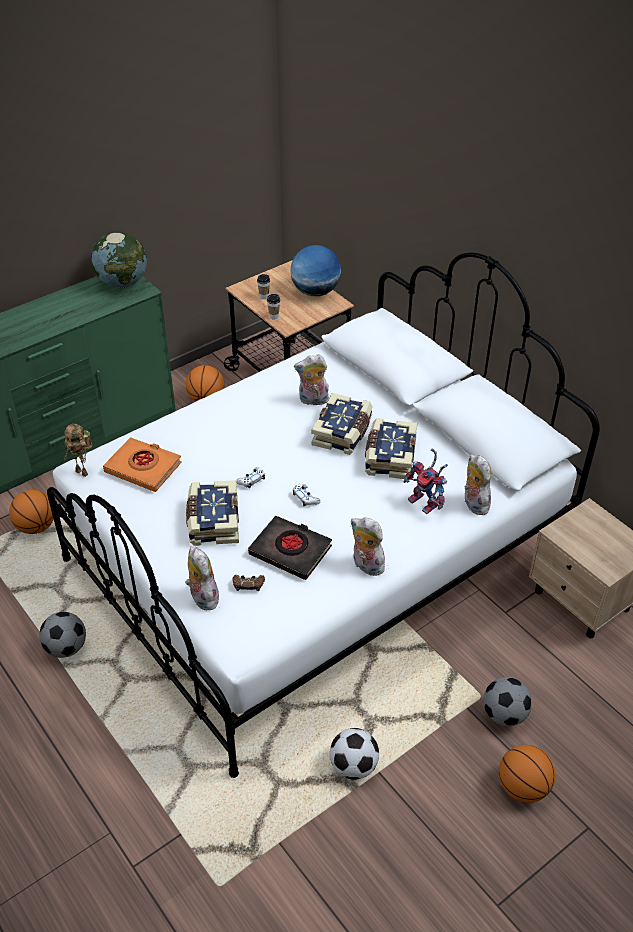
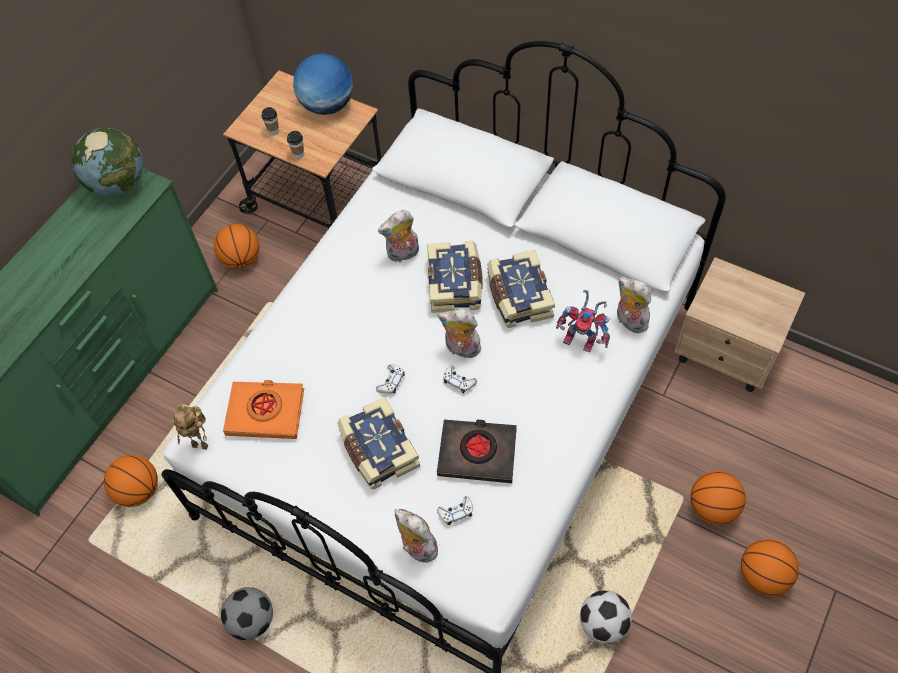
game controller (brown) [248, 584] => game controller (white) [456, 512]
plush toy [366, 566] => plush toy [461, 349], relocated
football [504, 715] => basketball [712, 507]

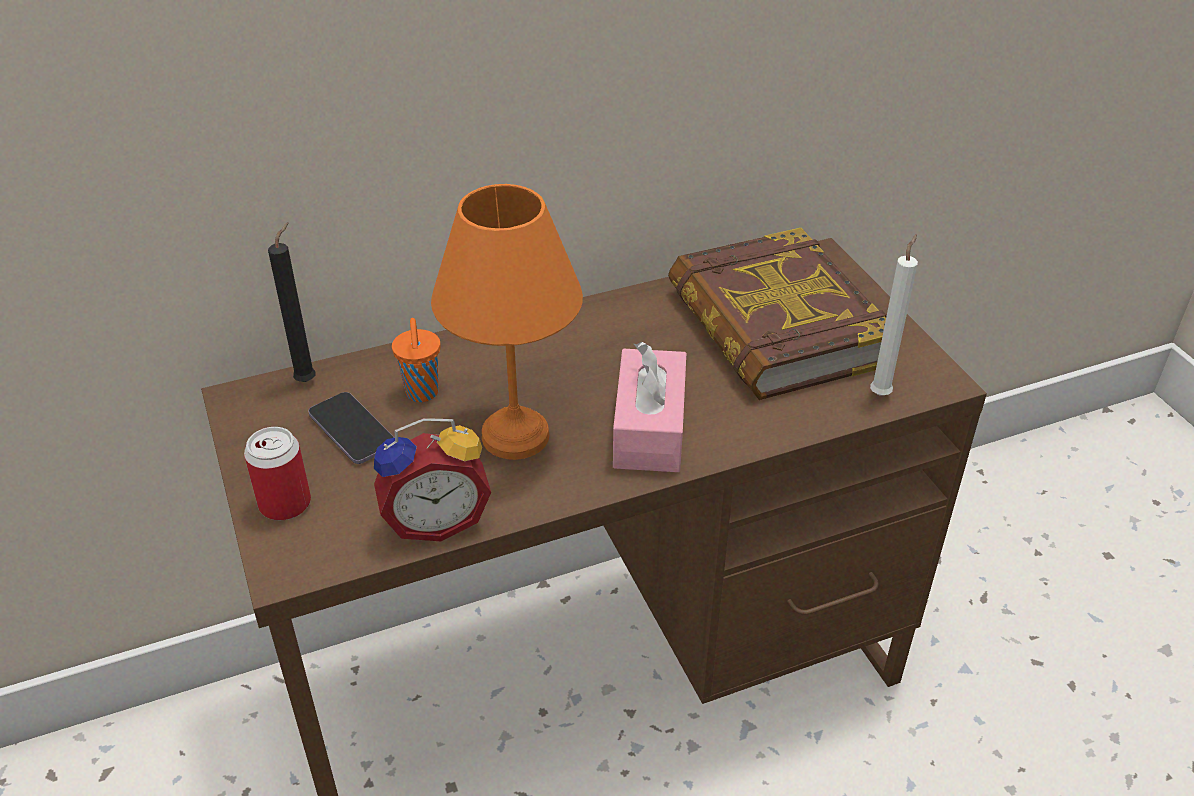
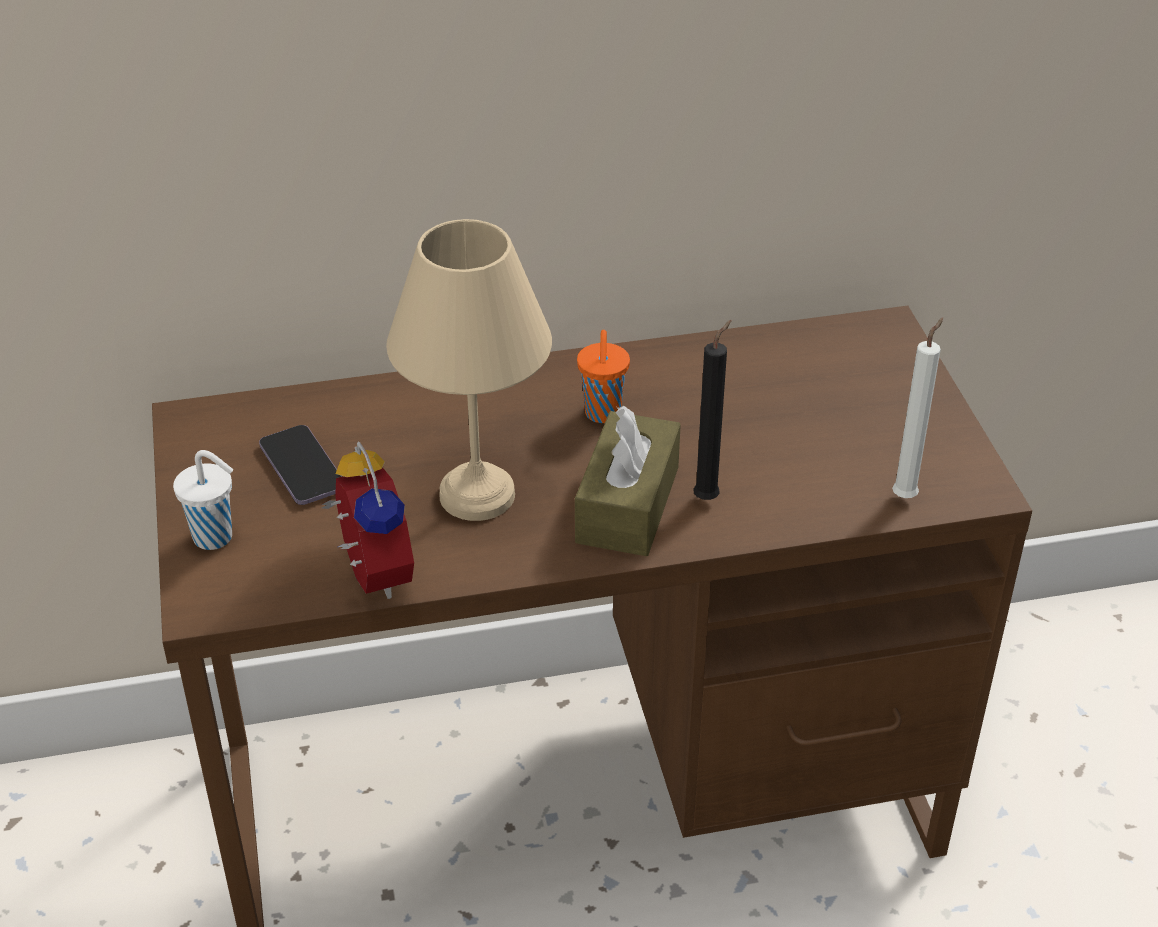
can [285, 504] => cup (white) [215, 538]
alarm clock [435, 520] => alarm clock [369, 574], 105 degrees counterclockwise
table lamp (orange) [512, 437] => table lamp (beige) [473, 496]
tissue box (pink) [649, 428] => tissue box (brown) [627, 504]
cup (orange) [422, 394] => cup (orange) [602, 414], relocated
candle (black) [308, 380] => candle (black) [709, 497], relocated
book [774, 327] => nothing

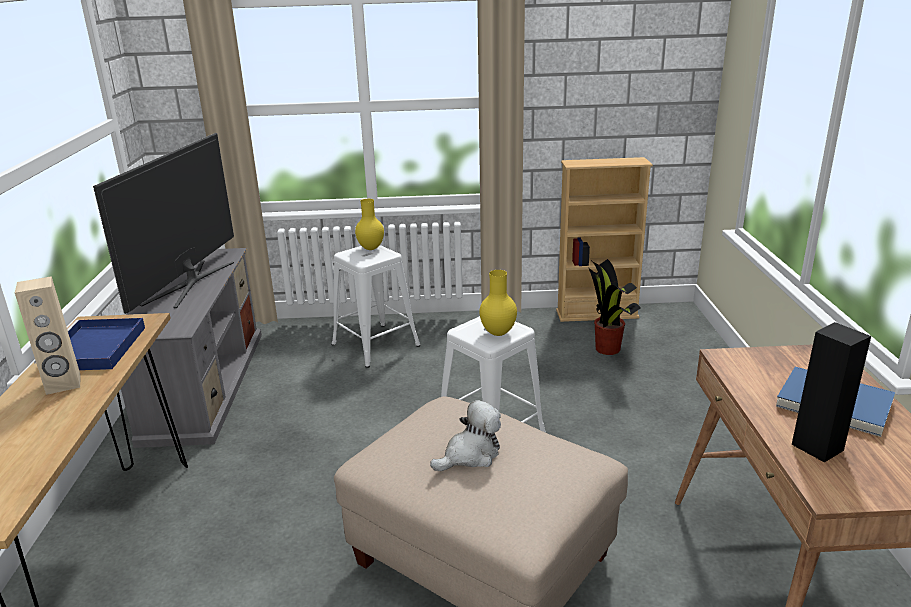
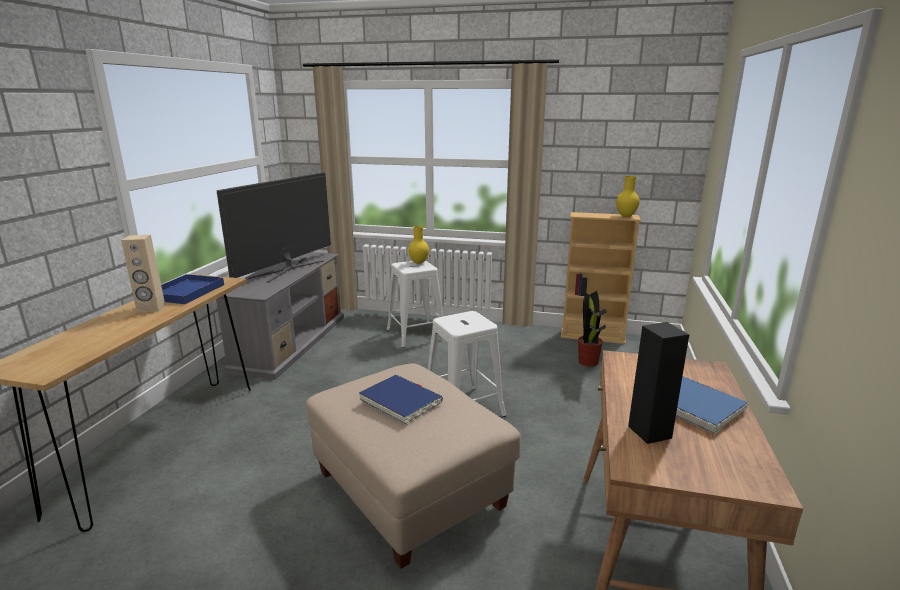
plush toy [470, 455] => book (blue) [400, 401]
vase (yellow) [498, 333] => vase (yellow) [626, 216], relocated

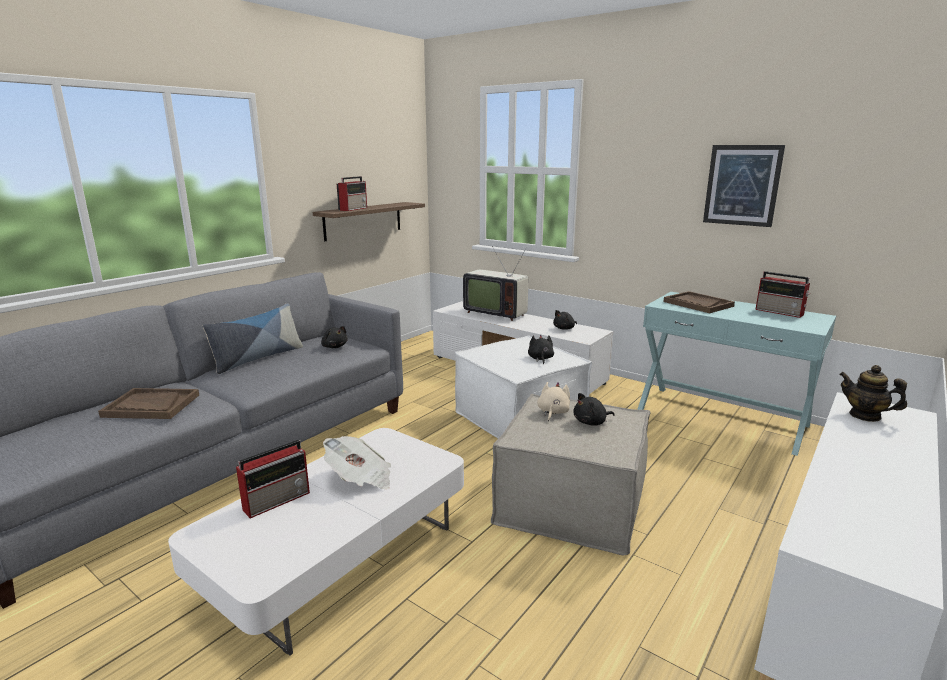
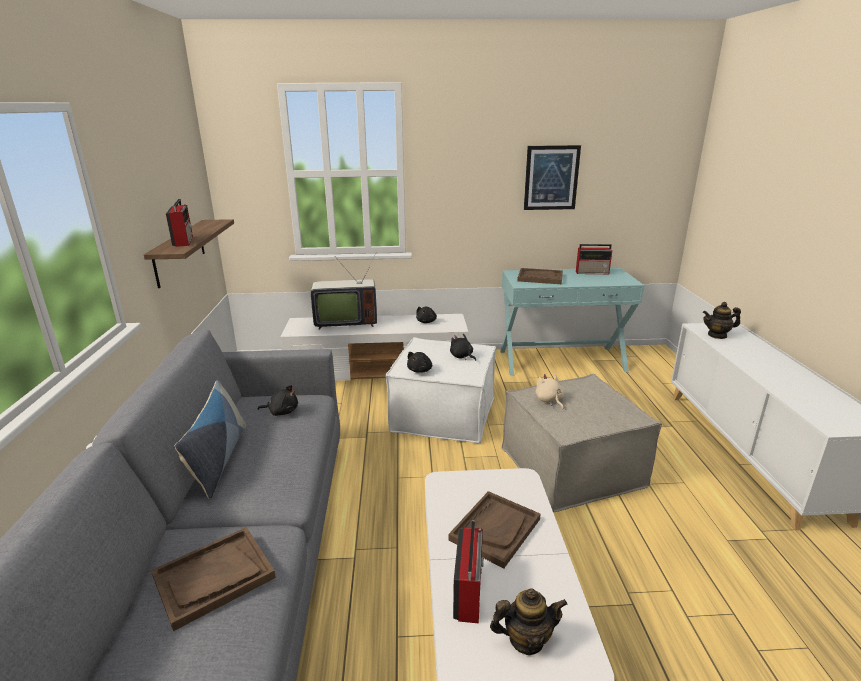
plush toy (black) [591, 422] => plush toy (black) [420, 370], relocated
newspaper [360, 478] => tray (brown) [495, 529]
nothing => teapot [526, 639]

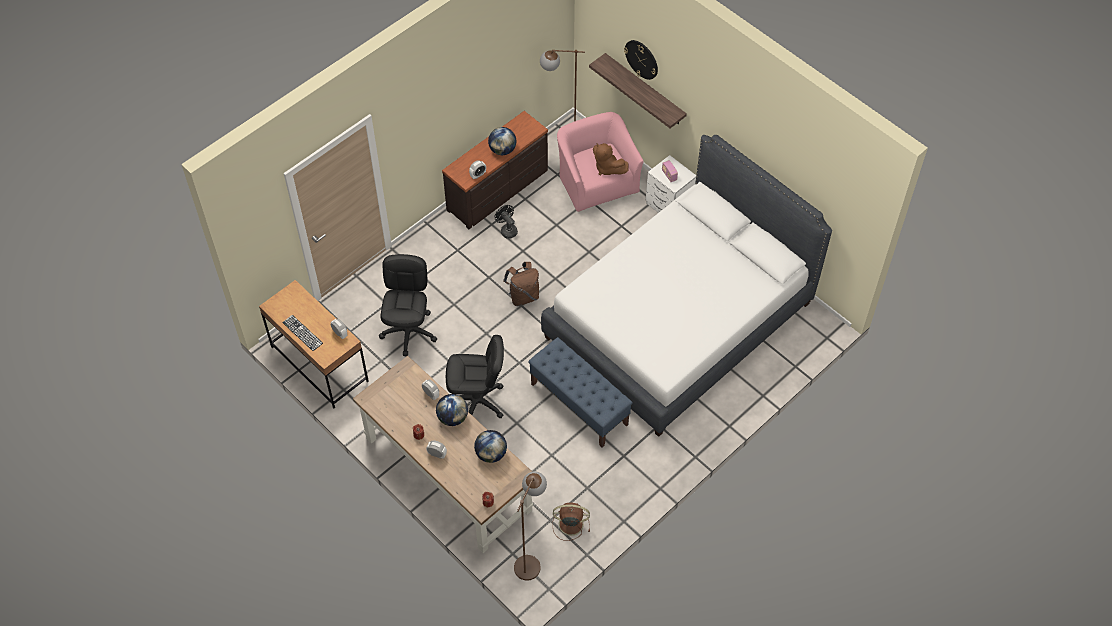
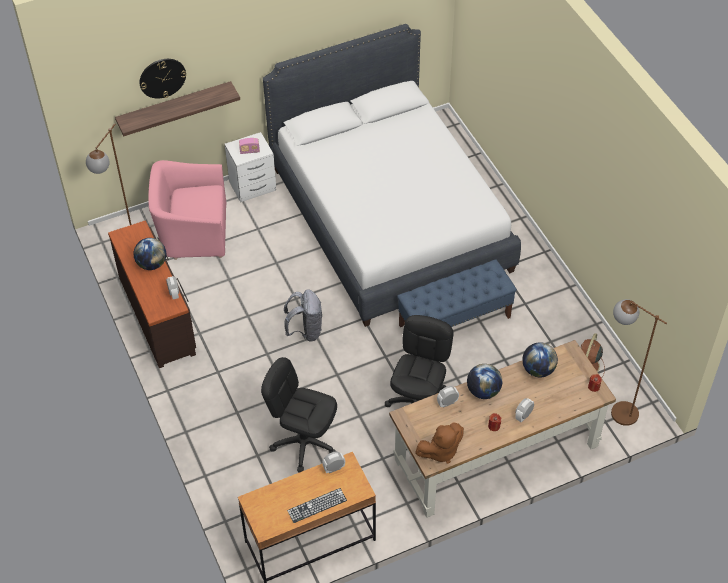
backpack (brown) [523, 296] => backpack (grey) [305, 331]
plush toy (brown) [607, 168] => plush toy (brown) [440, 451], relocated
fan (black) [507, 230] => nothing

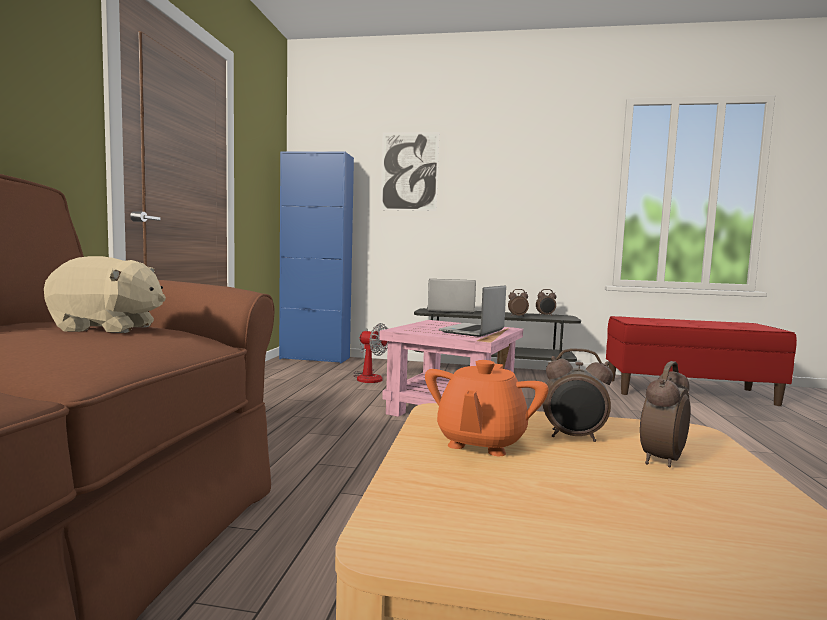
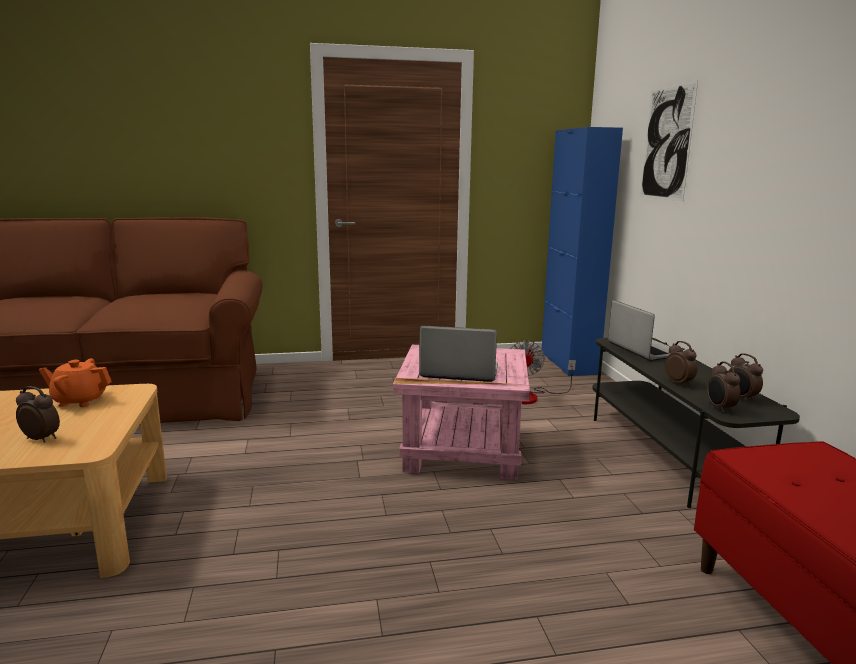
alarm clock [573, 437] => alarm clock [719, 408], relocated
plush toy (beige) [108, 328] => nothing

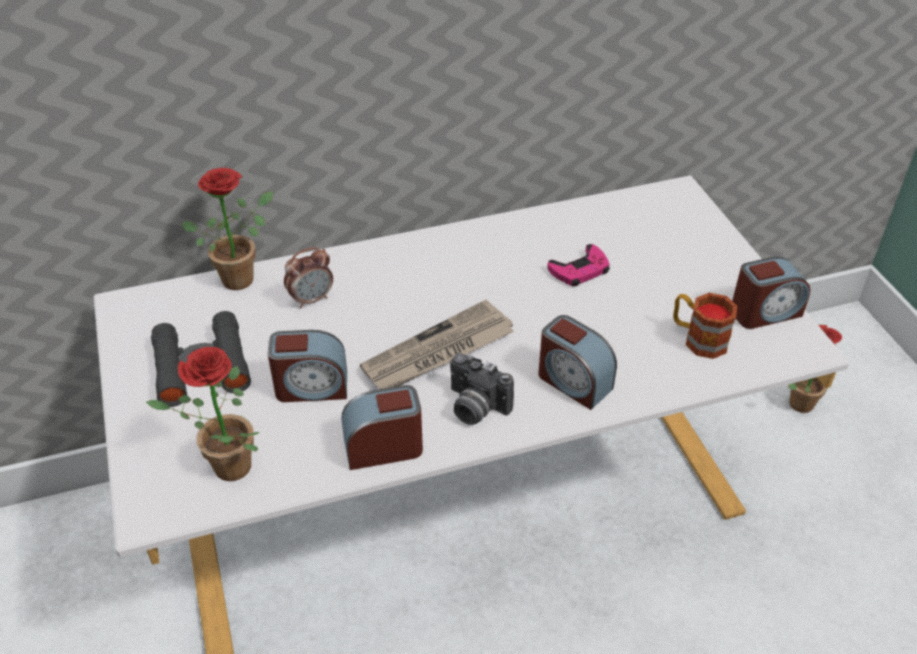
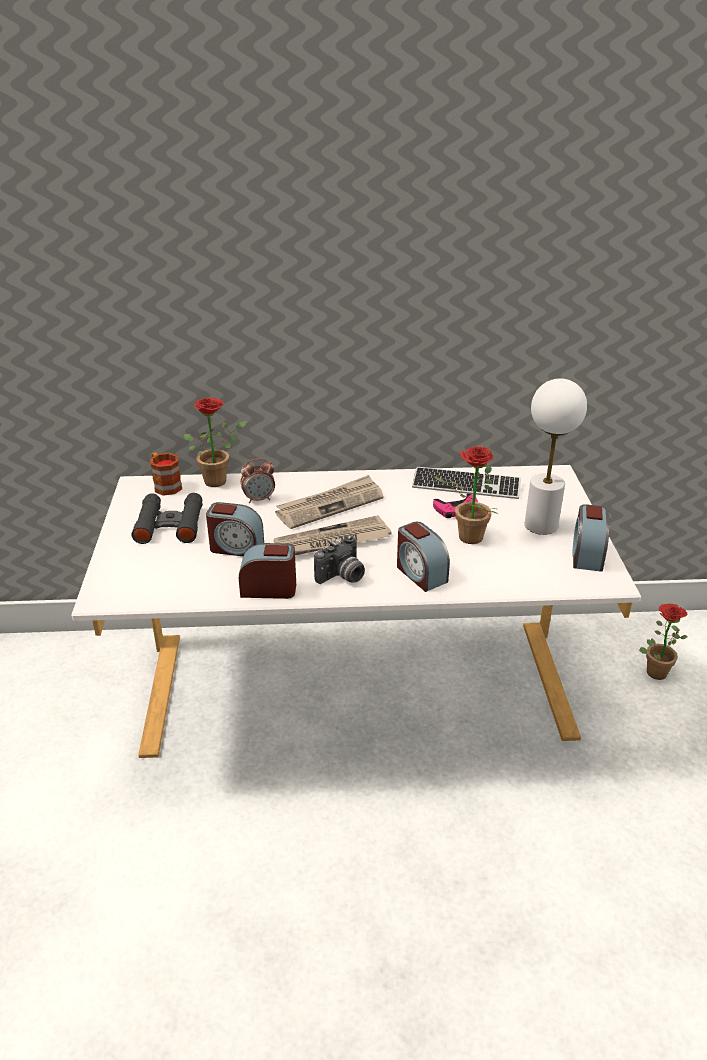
mug [698, 338] => mug [165, 485], relocated
nothing => newspaper [330, 505]
photo camera [474, 407] => photo camera [342, 577], 90 degrees counterclockwise
nothing => keyboard [466, 485]
potted plant [224, 469] => potted plant [465, 538], relocated
nothing => table lamp (white) [541, 525]
alarm clock [764, 312] => alarm clock [587, 555], 105 degrees clockwise

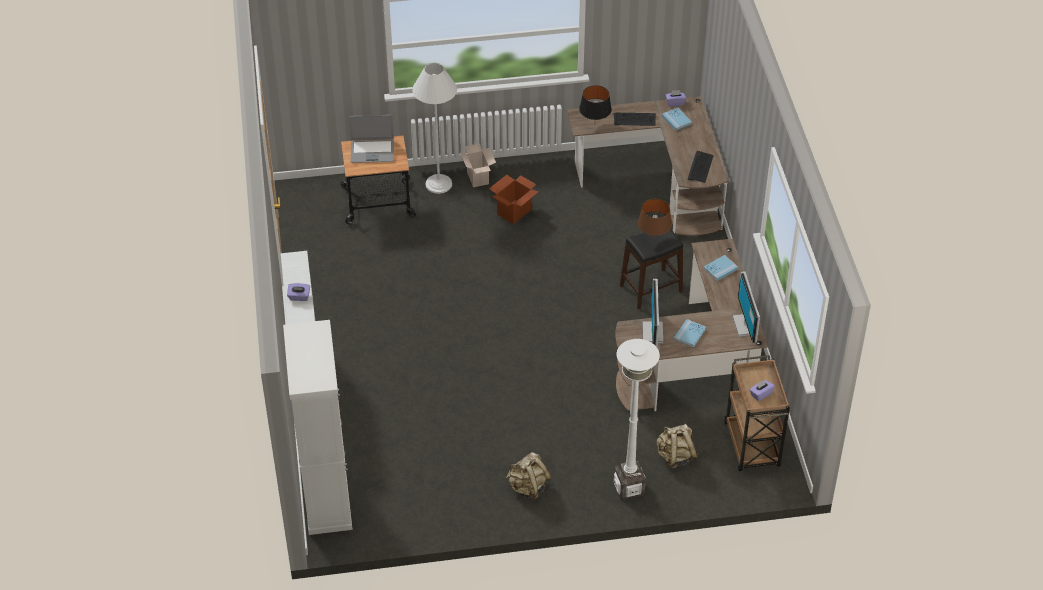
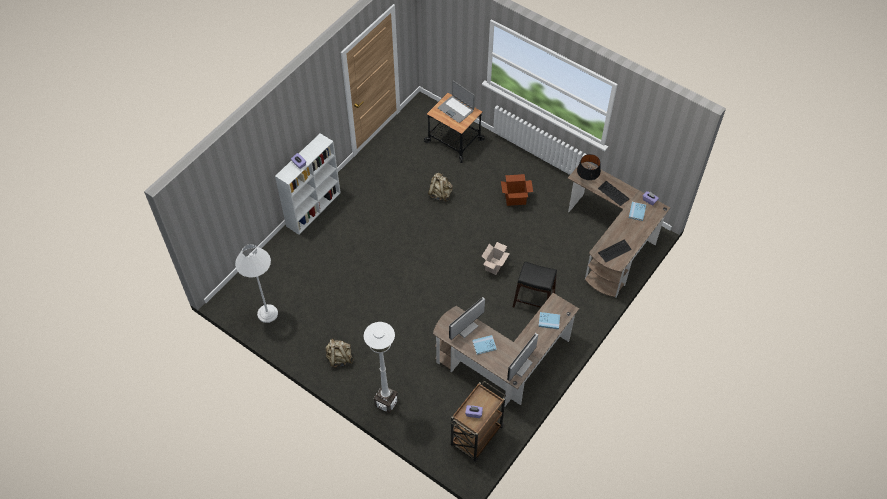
floor lamp (white) [438, 184] => floor lamp (white) [267, 313], relocated
backpack (beige) [675, 457] => backpack (beige) [440, 194], relocated
cardboard box [478, 178] => cardboard box [494, 267], relocated
cabinet (white) [327, 497] => nothing
table lamp (brown) [653, 239] => nothing

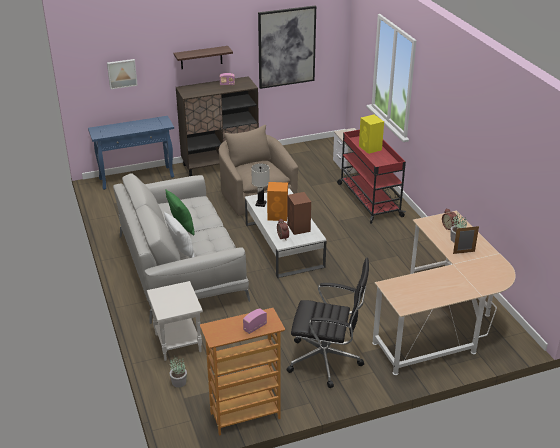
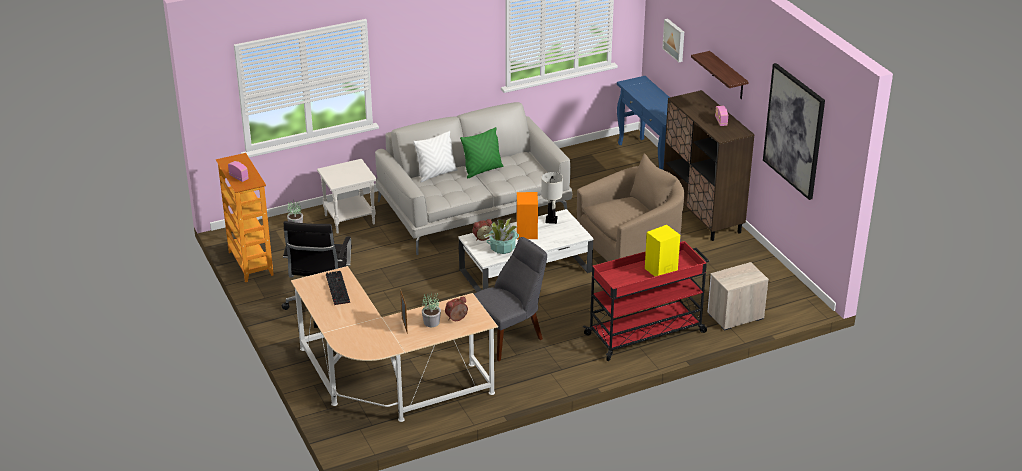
nothing => keyboard [336, 288]
nothing => chair (grey) [509, 337]
speaker (brown) [299, 228] => potted plant [502, 248]

